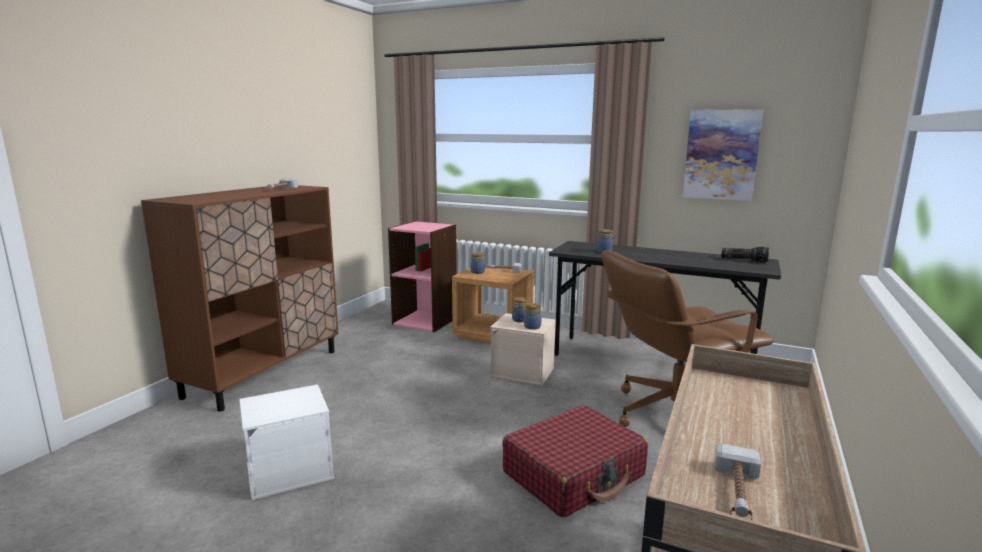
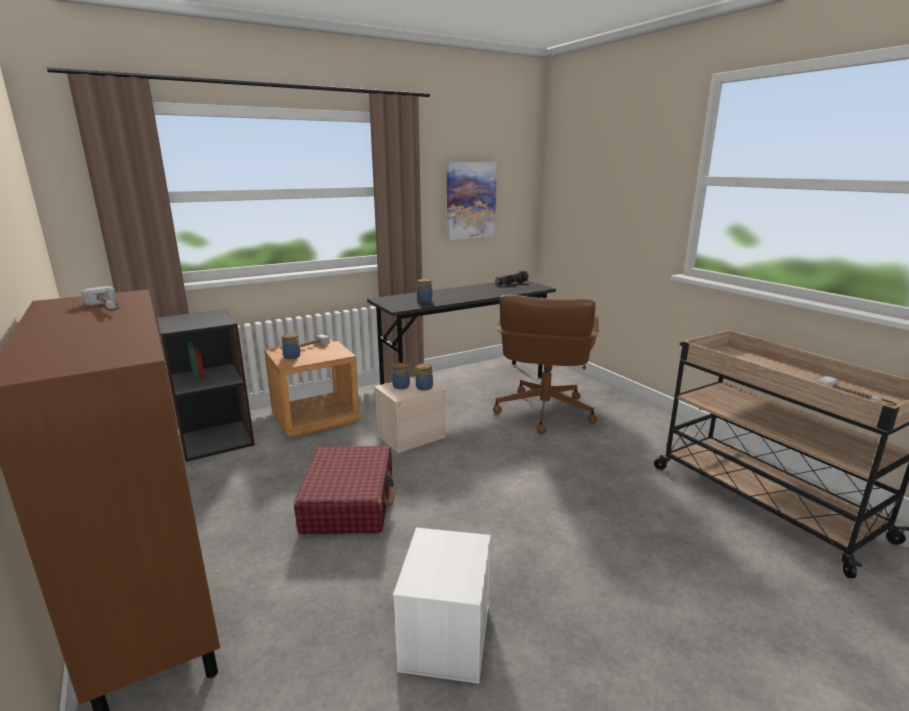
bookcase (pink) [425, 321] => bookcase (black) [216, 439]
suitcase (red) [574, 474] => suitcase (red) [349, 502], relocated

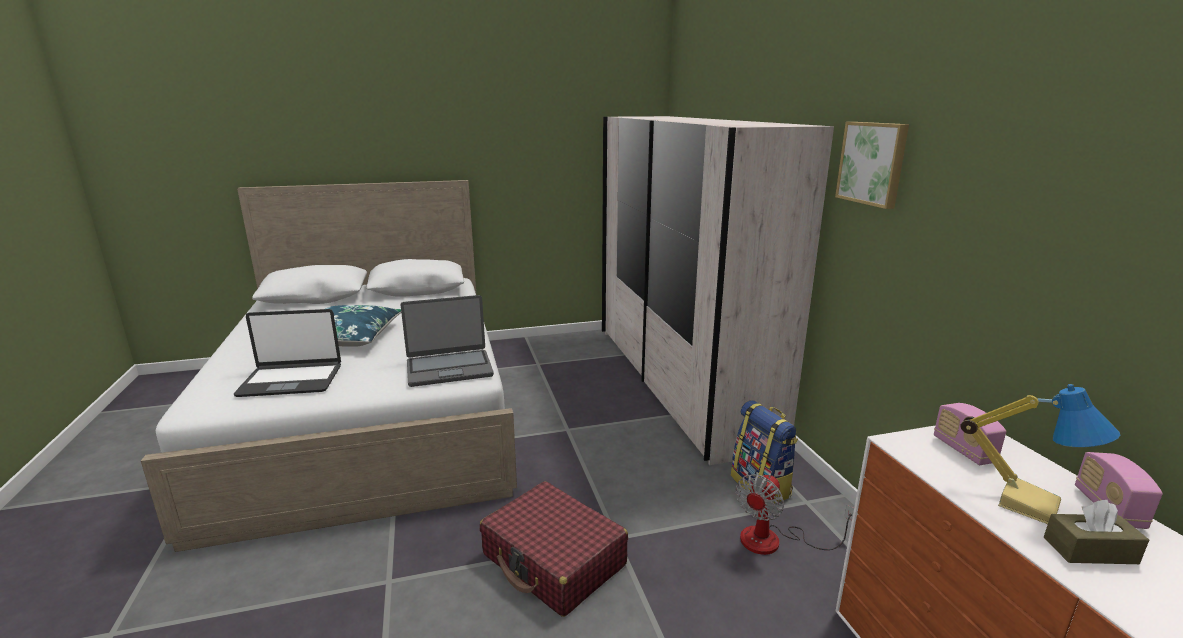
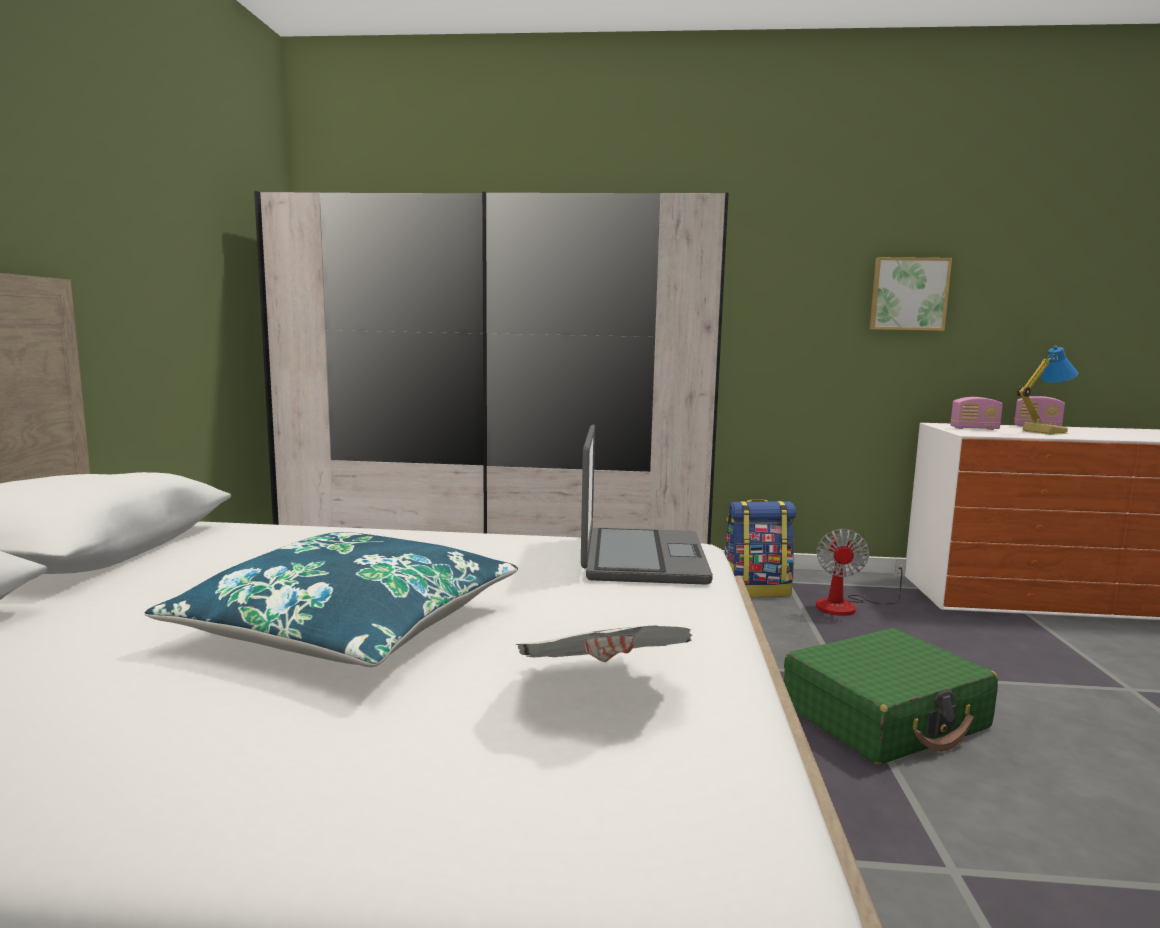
laptop [291, 380] => newspaper [601, 690]
suitcase (red) [554, 560] => suitcase (green) [885, 717]
fan [774, 541] => fan [847, 606], 45 degrees clockwise
picture [873, 163] => picture [908, 294], relocated
tissue box (brown) [1090, 550] => nothing

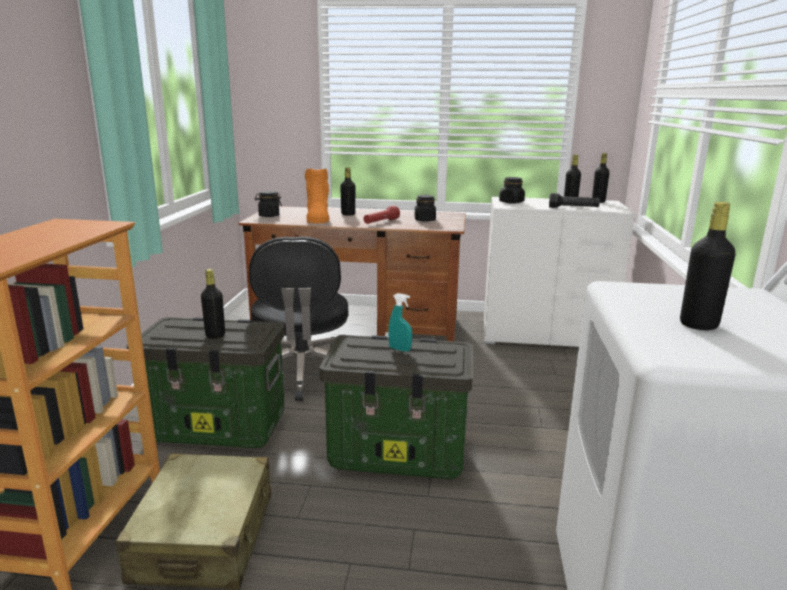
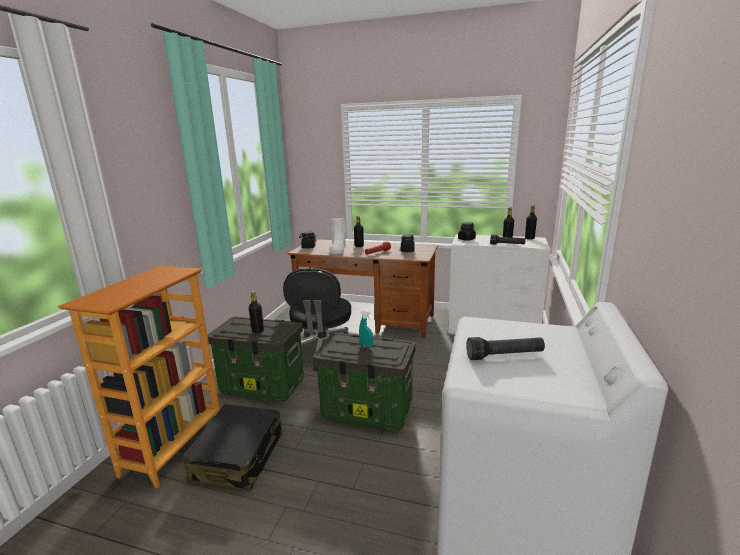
suitcase (beige) [205, 538] => suitcase (black) [238, 457]
boot (orange) [317, 218] => boot (white) [338, 249]
bottle (black) [698, 325] => flashlight (black) [505, 356]

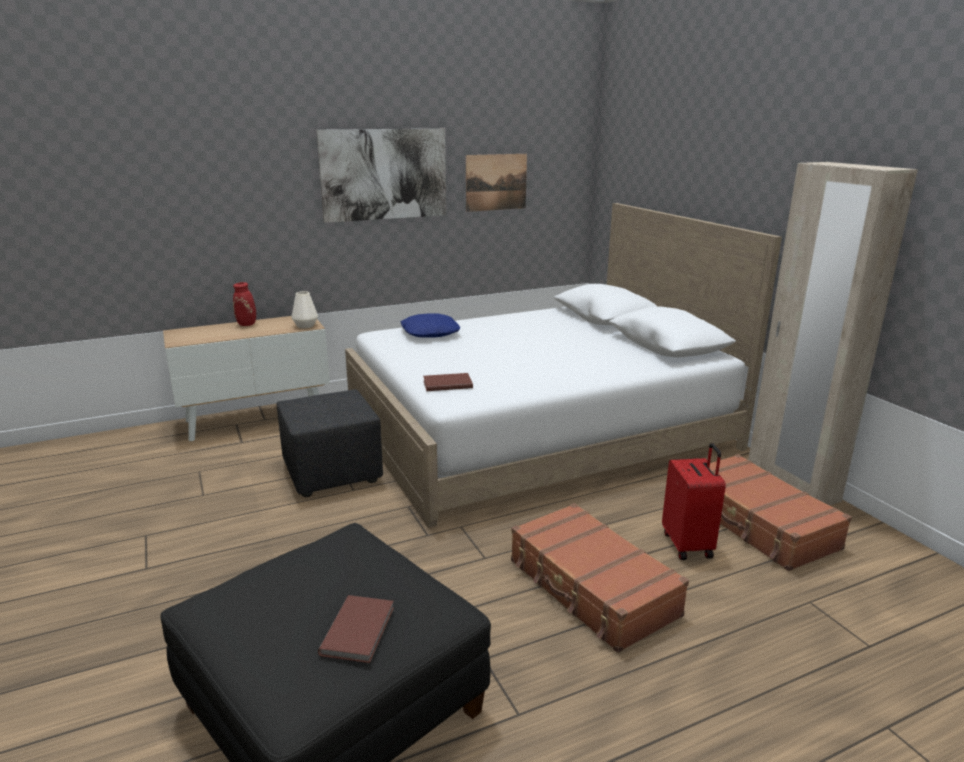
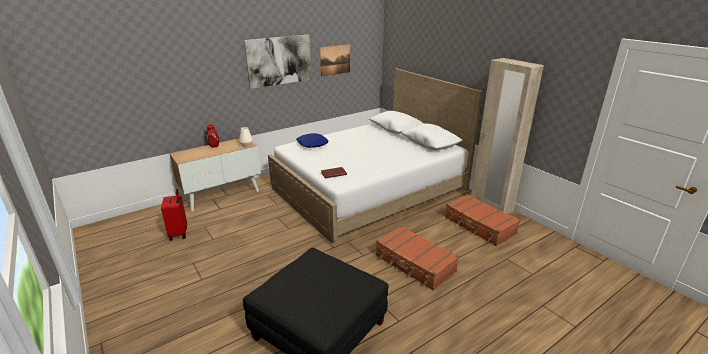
suitcase (red) [688, 545] => suitcase (red) [179, 233], relocated
ottoman (black) [333, 473] => nothing
book (brown) [360, 630] => nothing

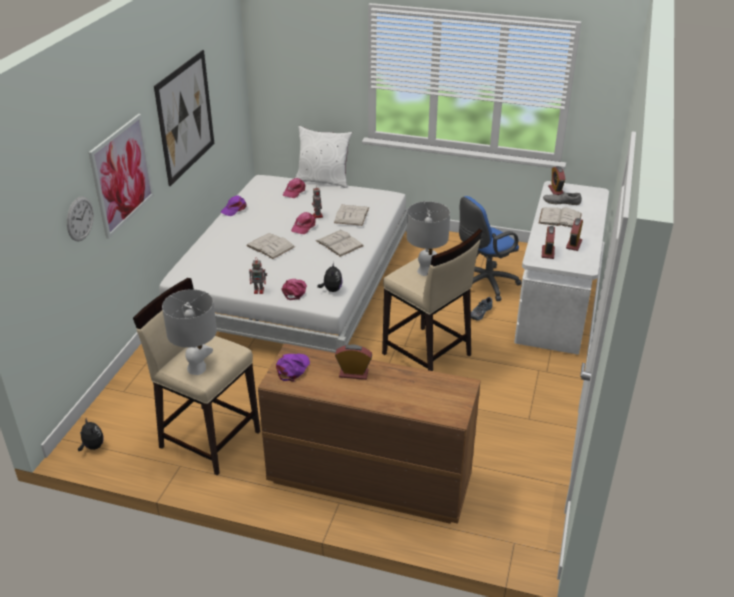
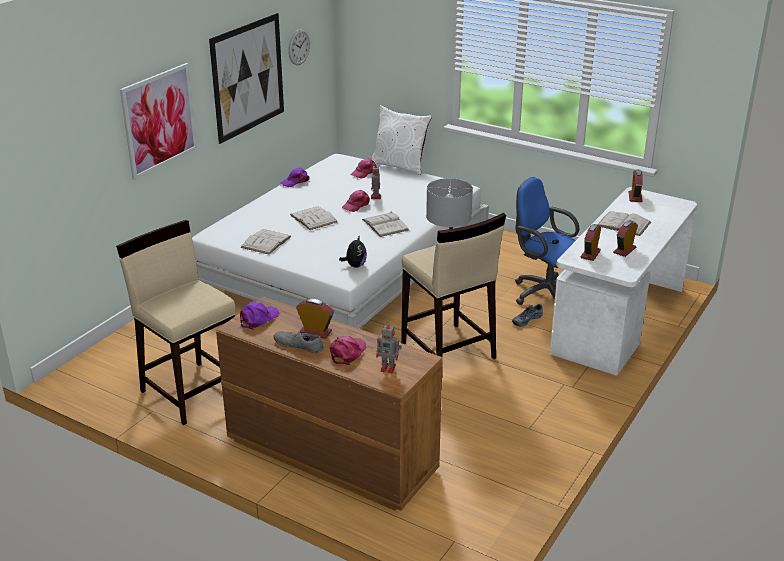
book (white) [351, 215] => book (white) [266, 242], relocated
shoe (grey) [561, 202] => shoe (grey) [298, 345], relocated
wall clock [80, 219] => wall clock [299, 47], relocated
cap (pink) [294, 291] => cap (pink) [347, 353], relocated
toy robot [259, 290] => toy robot [389, 368], relocated
office chair (blue) [483, 284] => office chair (blue) [543, 293], 60 degrees clockwise
plush toy [92, 446] => nothing
table lamp (grey) [197, 368] => nothing

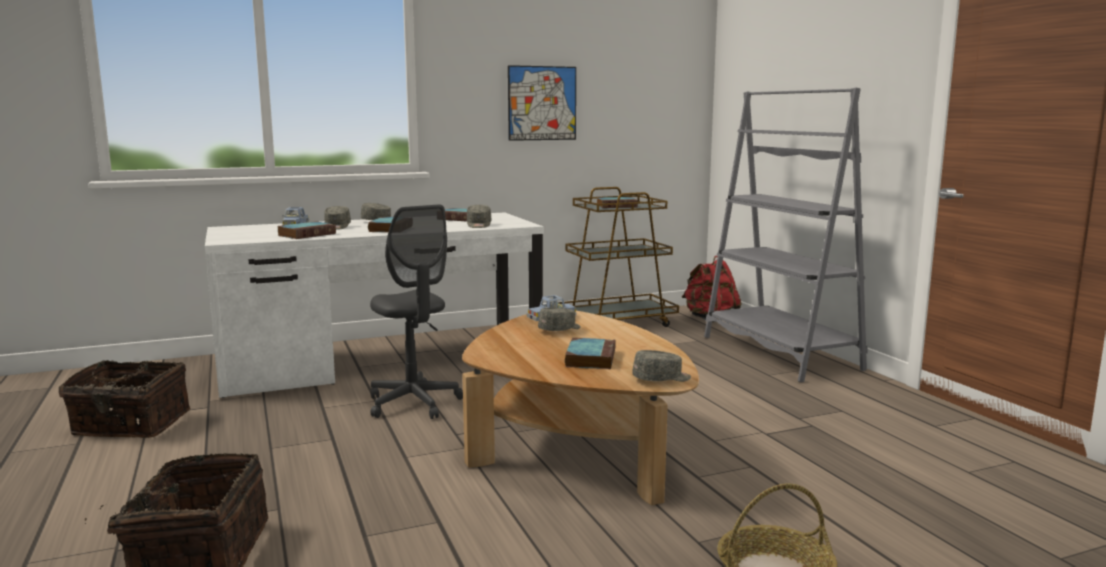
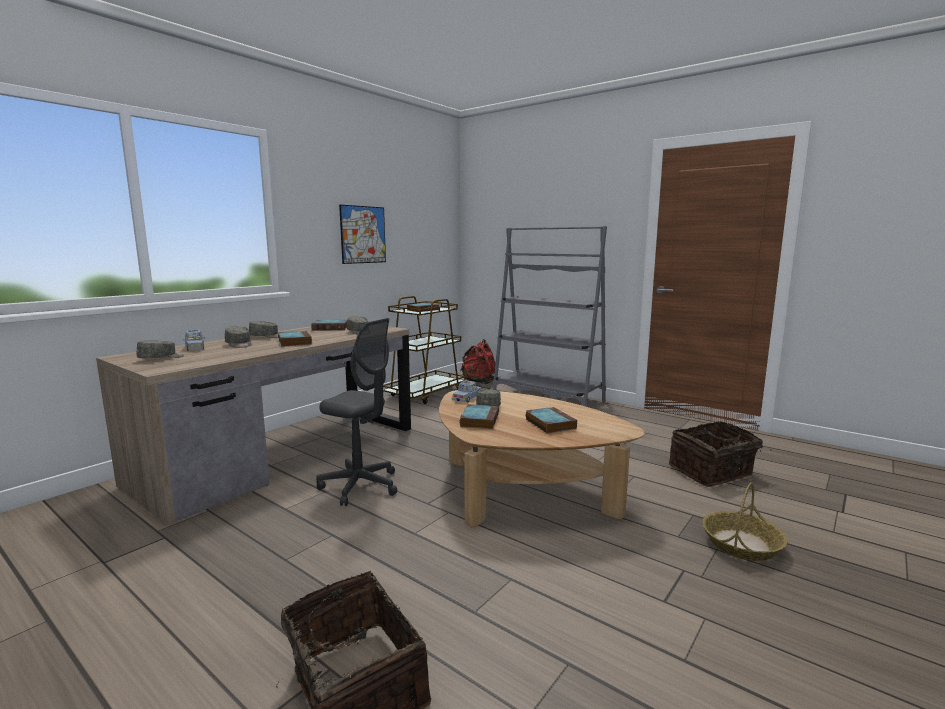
desk (white) [382, 360] => desk (brown) [283, 455]
cap (grey) [662, 379] => cap (grey) [161, 358], relocated
book [307, 234] => book [479, 420], relocated
basket [130, 425] => basket [712, 472], relocated

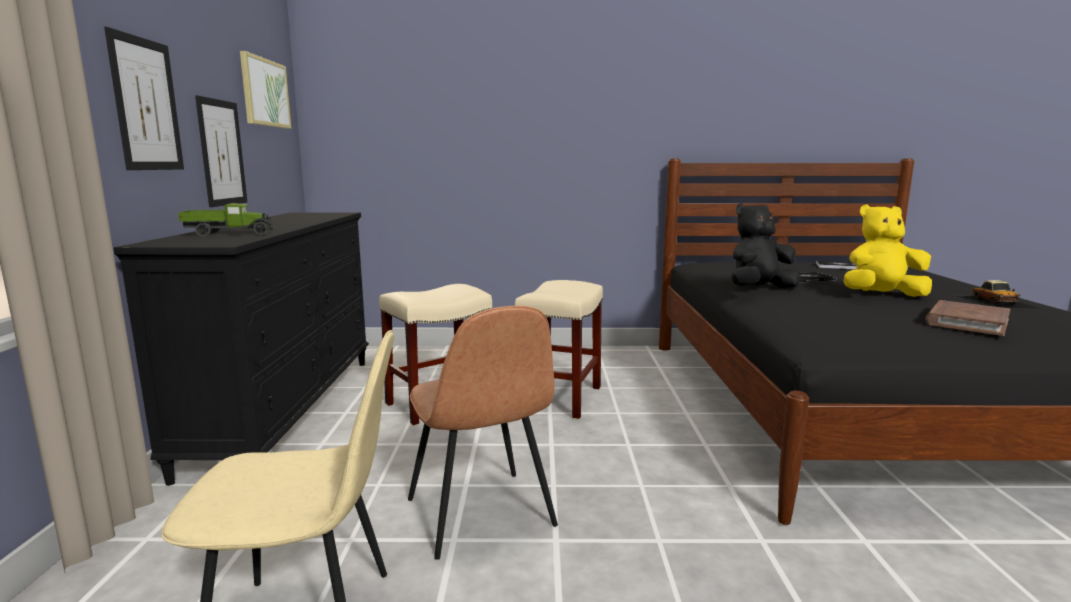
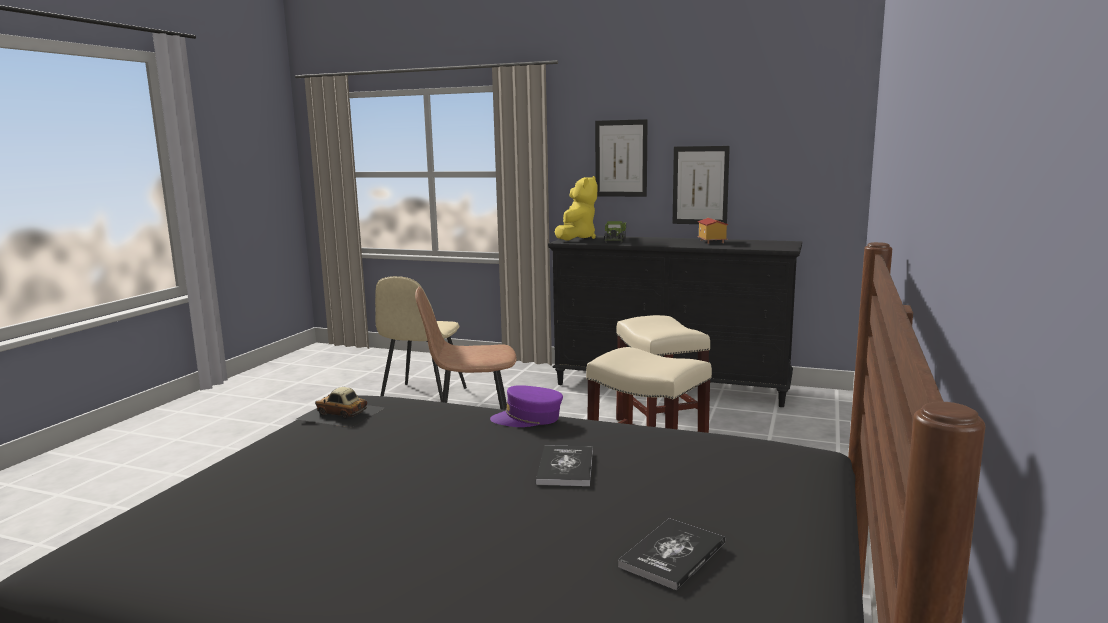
toy car [995, 301] => toy car [341, 413], relocated
plush toy (black) [759, 290] => cap (purple) [528, 419]
plush toy (yellow) [881, 296] => plush toy (yellow) [576, 238], relocated
nothing => toy house [711, 241]
picture [265, 93] => nothing
book (brown) [966, 322] => nothing

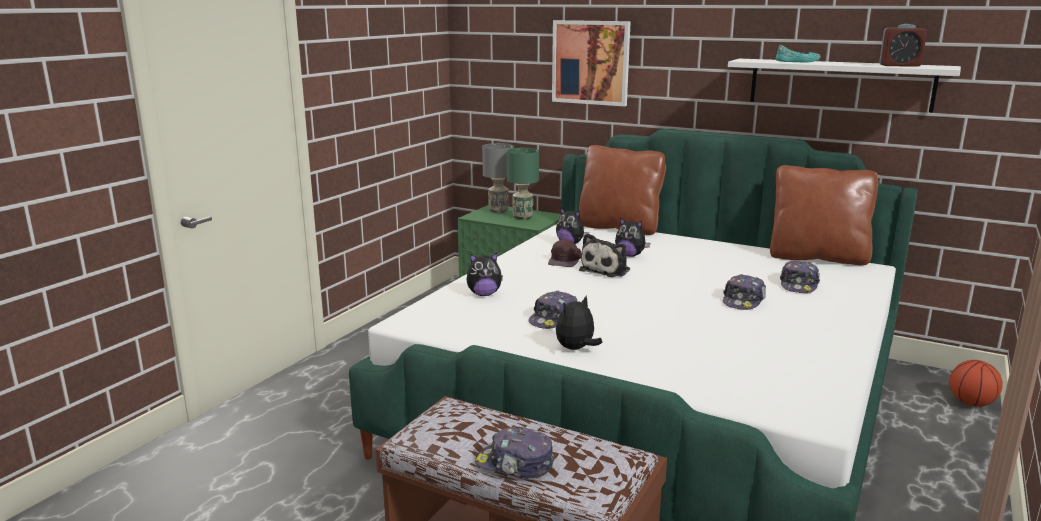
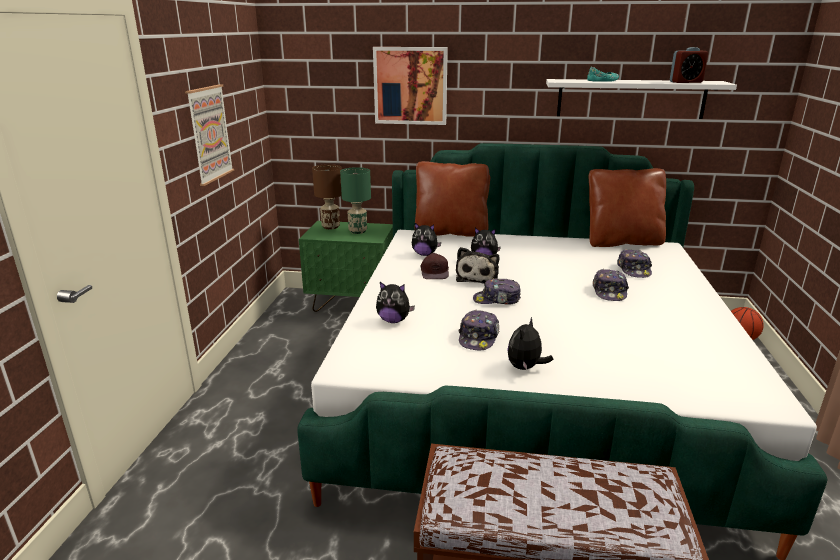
nothing => picture [209, 134]
table lamp (grey) [499, 211] => table lamp (brown) [331, 227]
plush toy [484, 294] => plush toy [394, 320], 45 degrees clockwise
cap [515, 464] => cap [497, 300], relocated

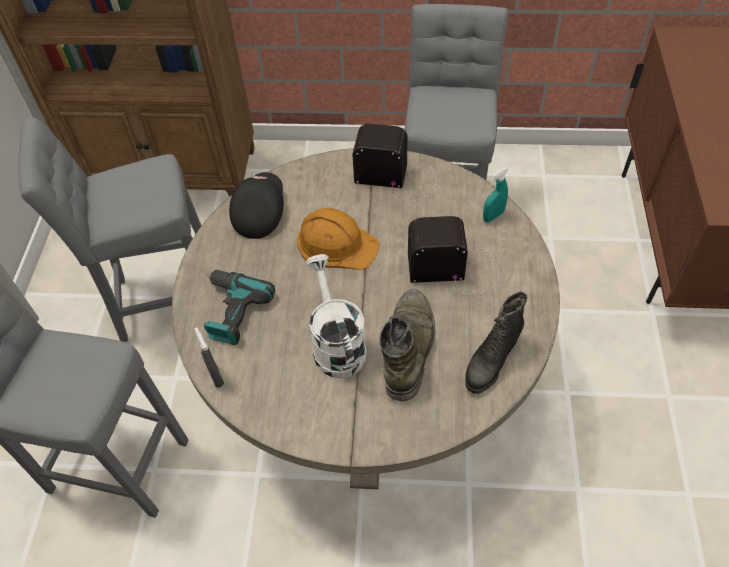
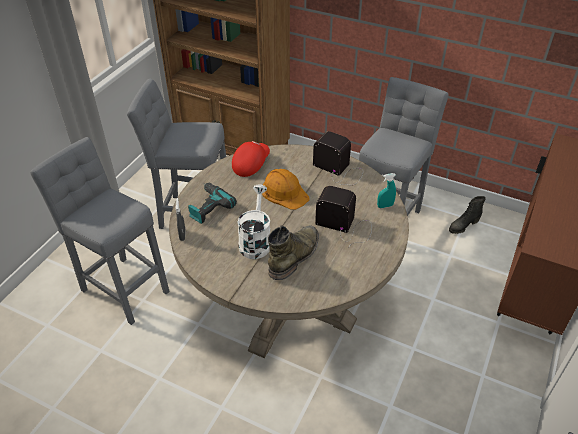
cap (black) [259, 213] => cap (red) [250, 164]
boot (black) [491, 361] => boot (black) [463, 226], relocated

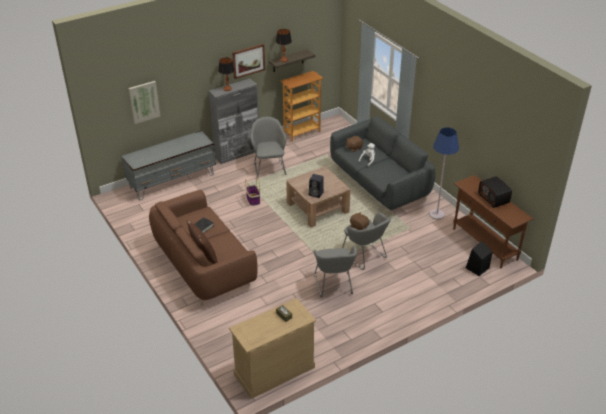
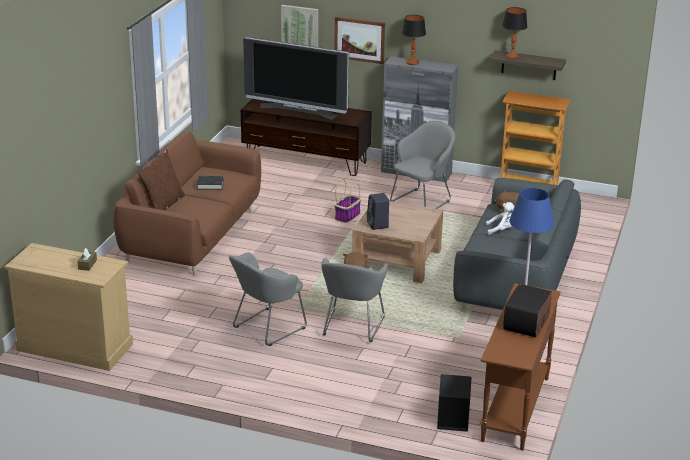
tv stand (grey) [172, 181] => tv stand (brown) [306, 160]
nothing => television [298, 111]
picture [248, 61] => picture [359, 40], relocated

